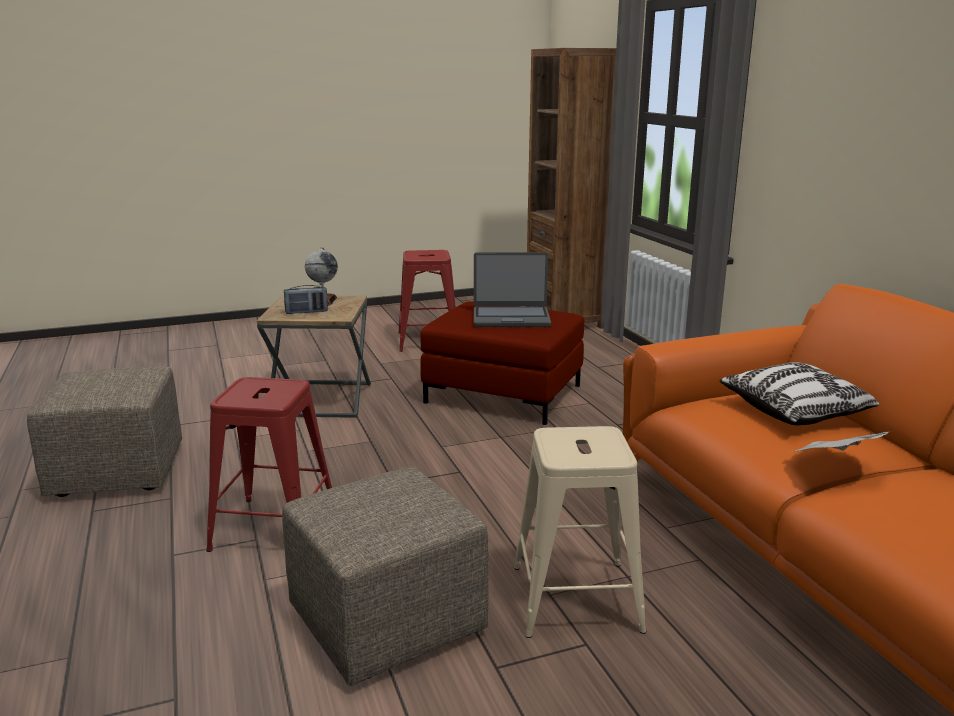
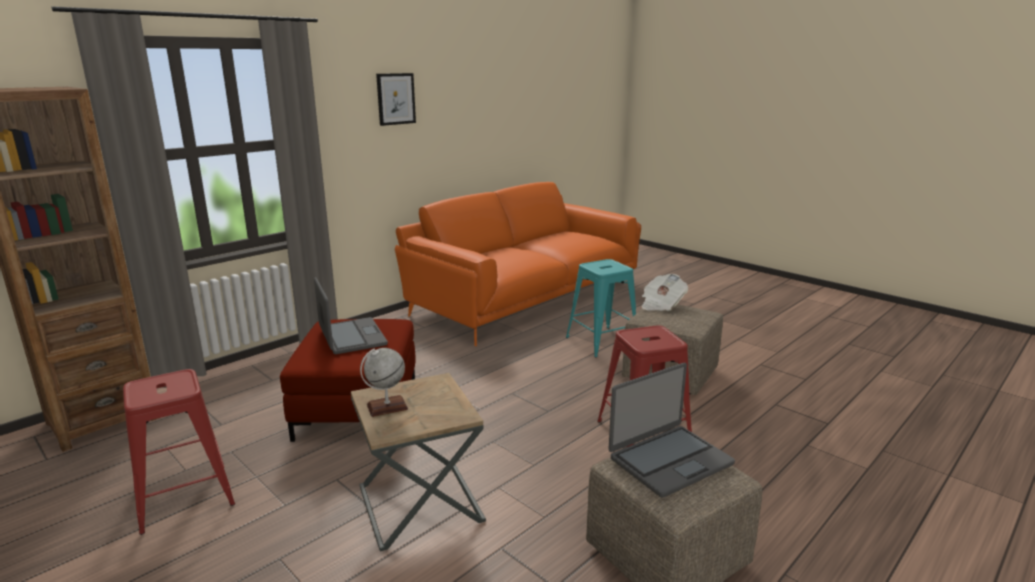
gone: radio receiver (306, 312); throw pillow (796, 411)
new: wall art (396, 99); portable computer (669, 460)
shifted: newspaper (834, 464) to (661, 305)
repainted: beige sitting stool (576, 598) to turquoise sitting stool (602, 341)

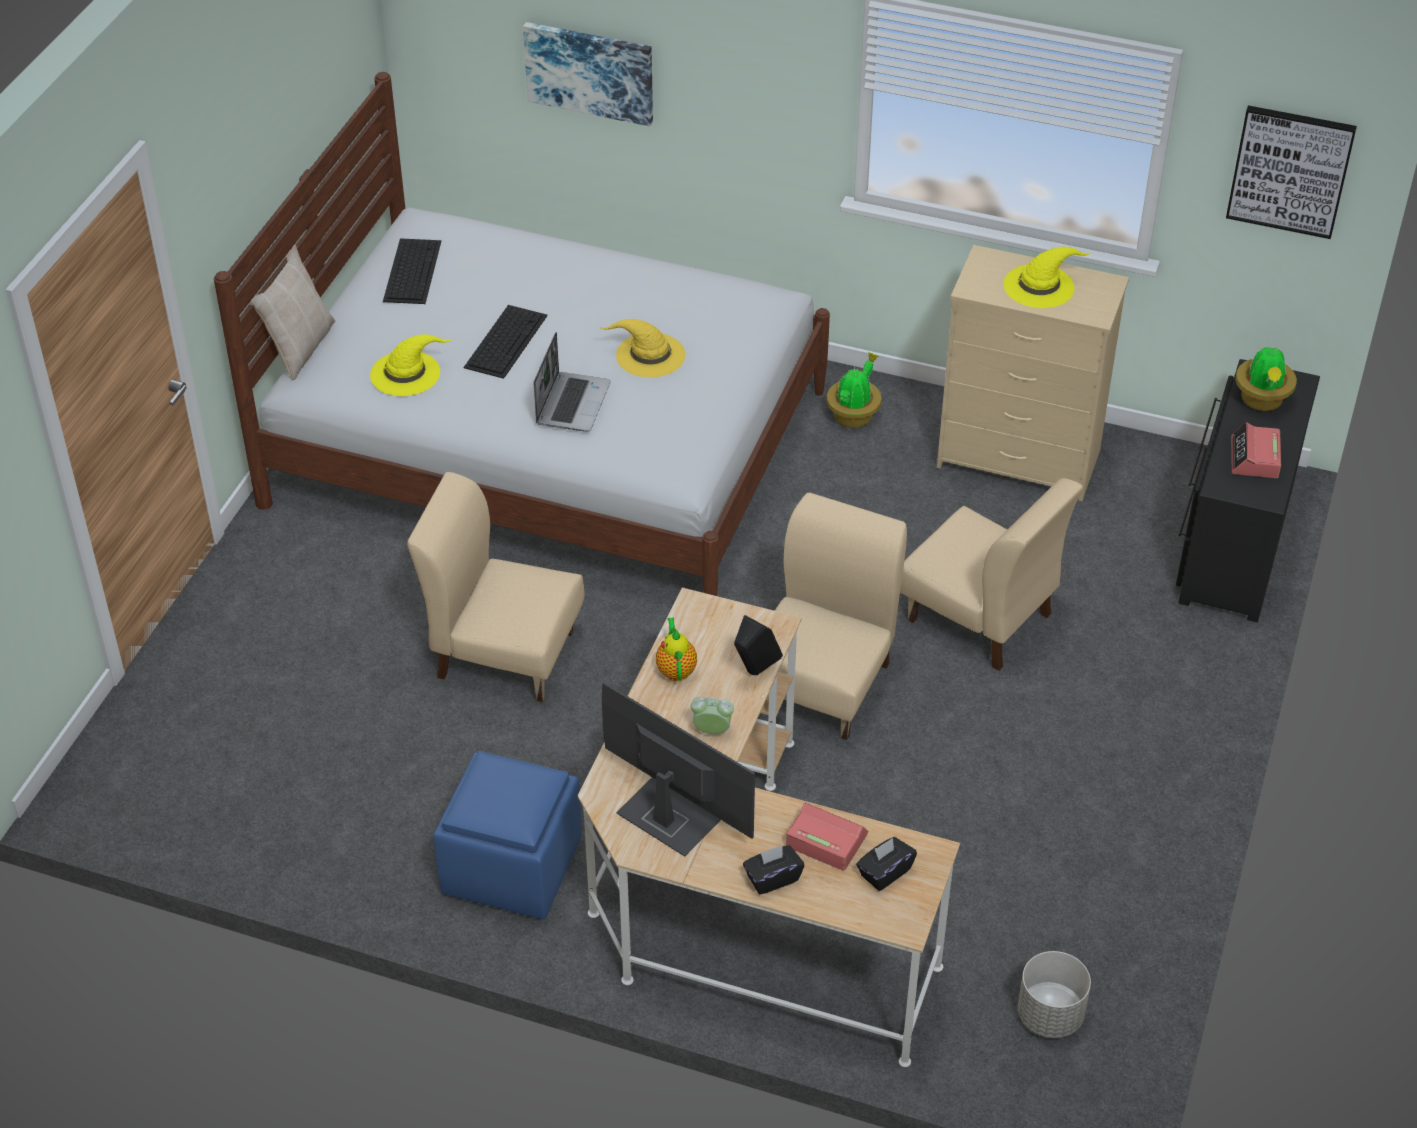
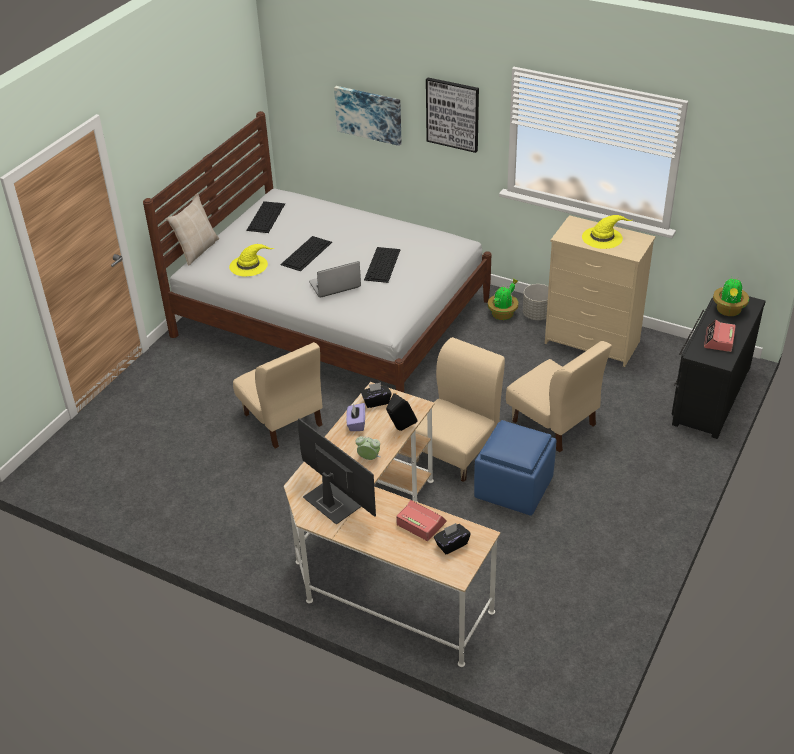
shifted: blue footrest (511, 865) to (513, 487); black tissue holder (772, 878) to (376, 401); grey plant pot (1050, 1016) to (537, 315); wall art (1290, 170) to (453, 114)
swapped: yellow-coloured hat (649, 355) to PC keyboard (382, 265); tea pot (676, 669) to purplish tissue holder (356, 423)
rotated: beige chair (505, 653) = (283, 420) 150 degrees counterclockwise; portable computer (572, 403) = (334, 285) 135 degrees counterclockwise

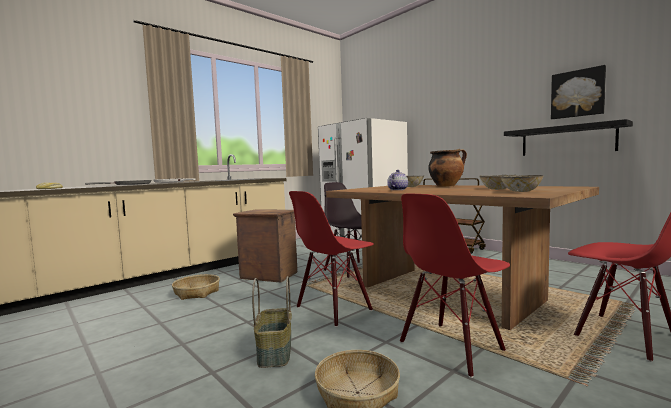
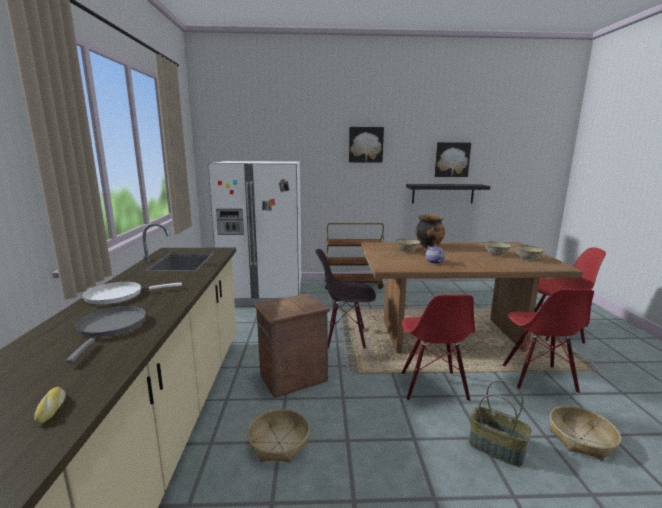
new: wall art (365, 144)

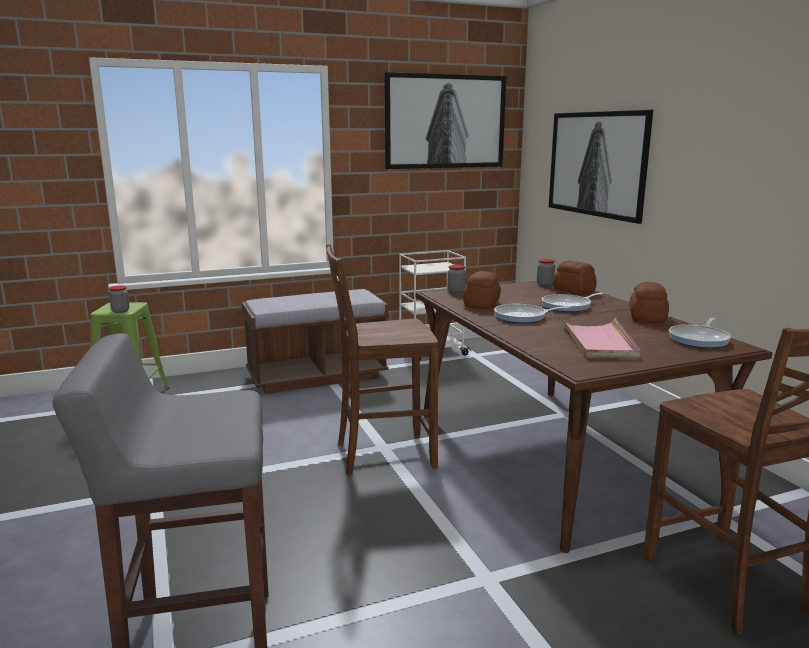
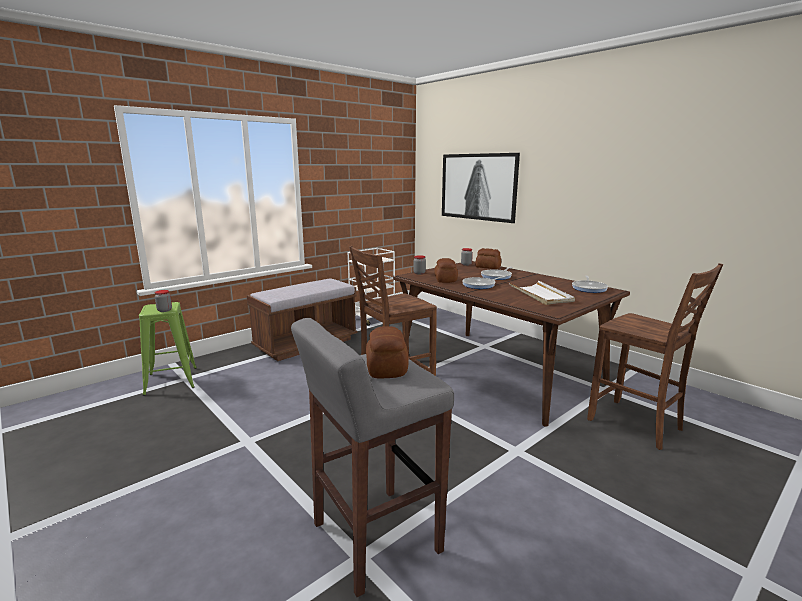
gone: wall art (445, 121)
shifted: baked bread (646, 317) to (386, 368)
repainted: pink serving tray (599, 341) to whitish serving tray (541, 295)

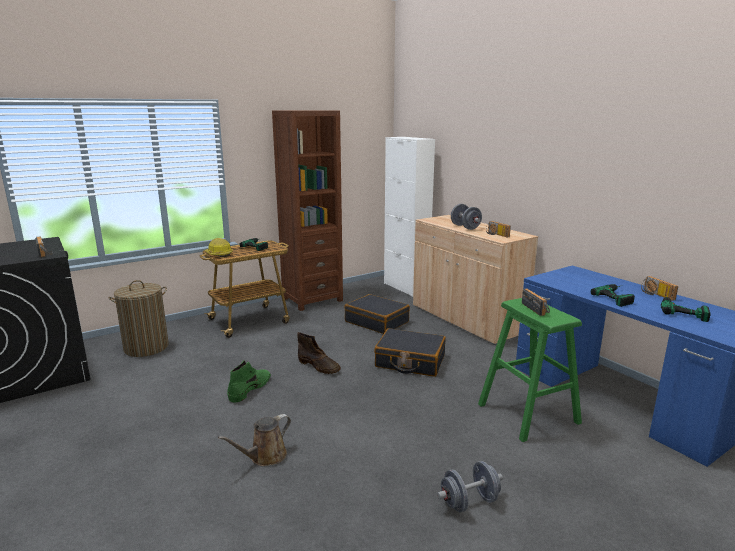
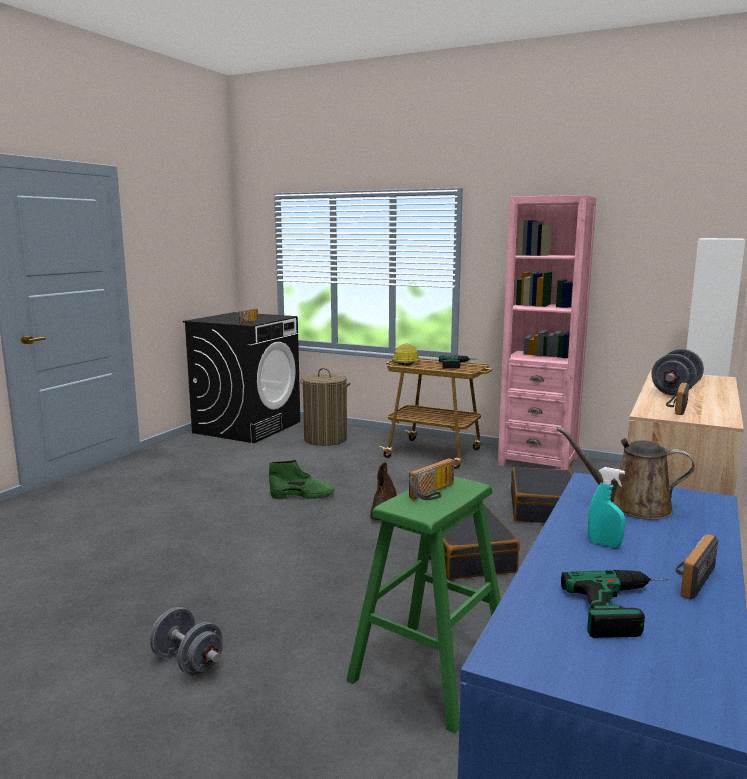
shifted: brownish watering pot (265, 457) to (632, 507)
swapped: power drill (618, 297) to turquoise hand sprayer (604, 544)
repainted: brownish bookshelf (312, 299) to pink bookshelf (538, 461)

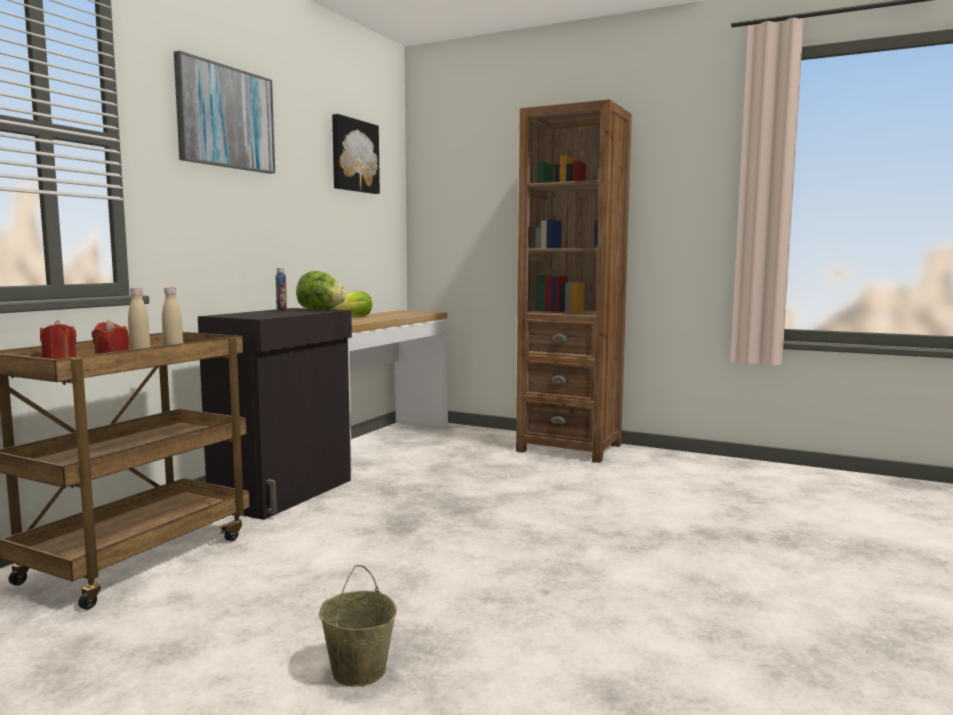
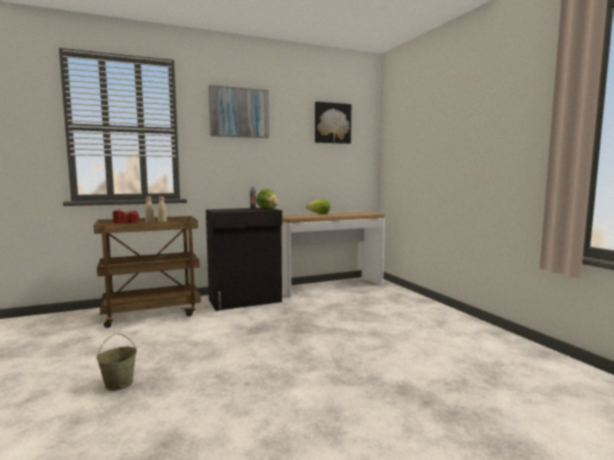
gone: brownish bookshelf (569, 448)

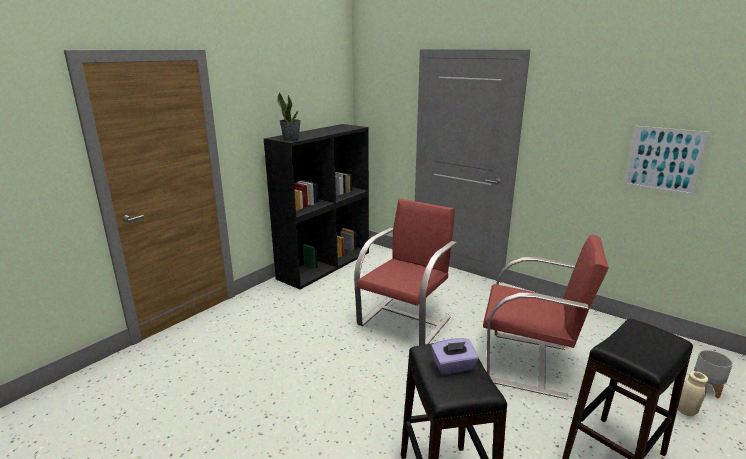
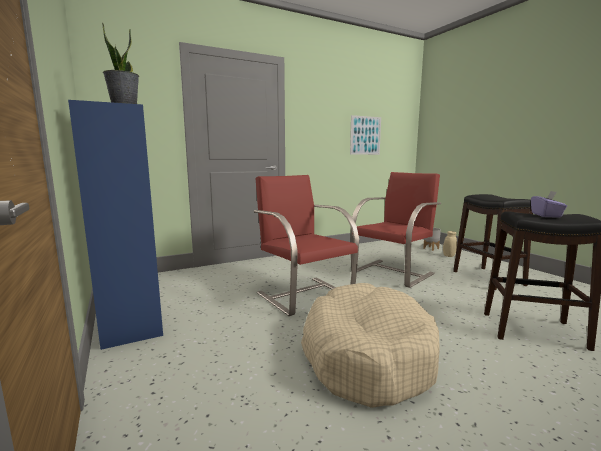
new: beige dog bed (366, 355)
repainted: black bookshelf (325, 264) to blue bookshelf (129, 308)

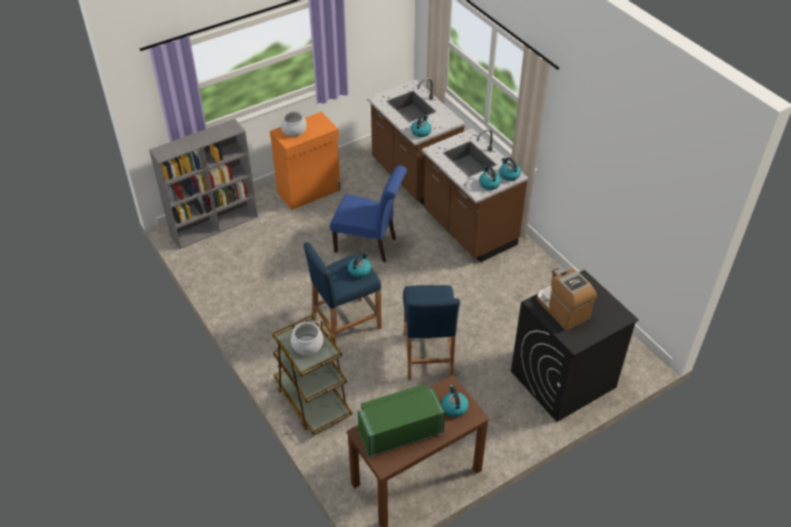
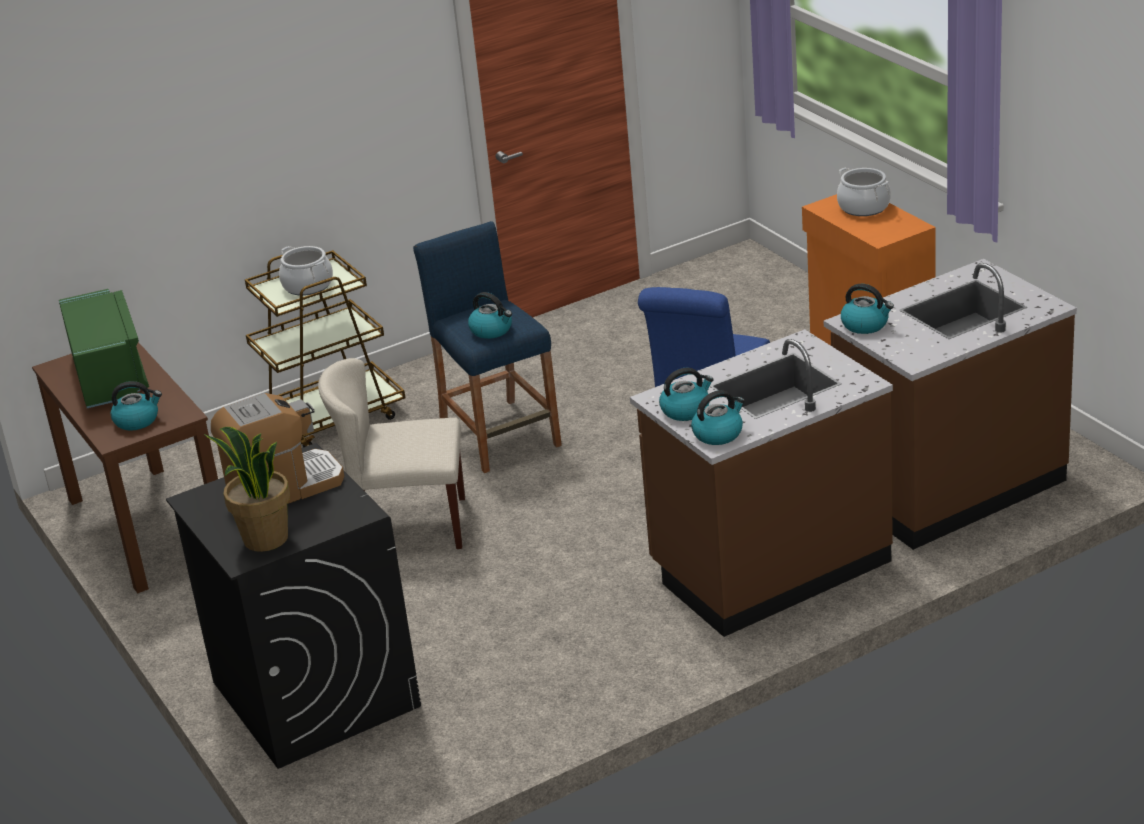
gone: grey bookshelf (215, 225)
new: houseplant (265, 539)
swapped: blue sitting stool (428, 355) to beige chair (408, 527)

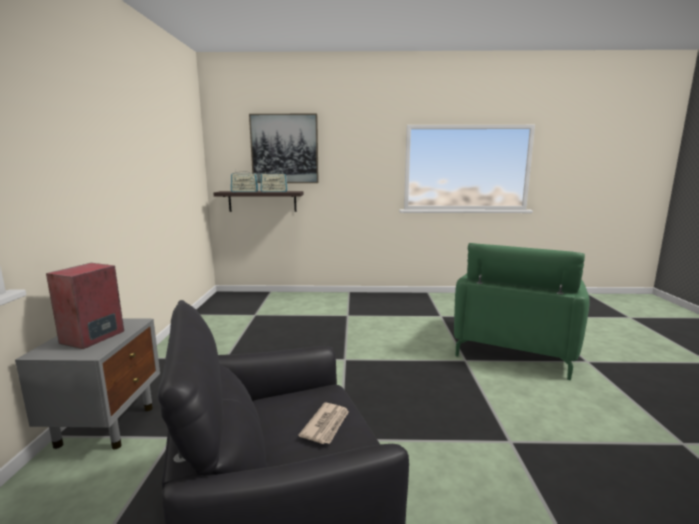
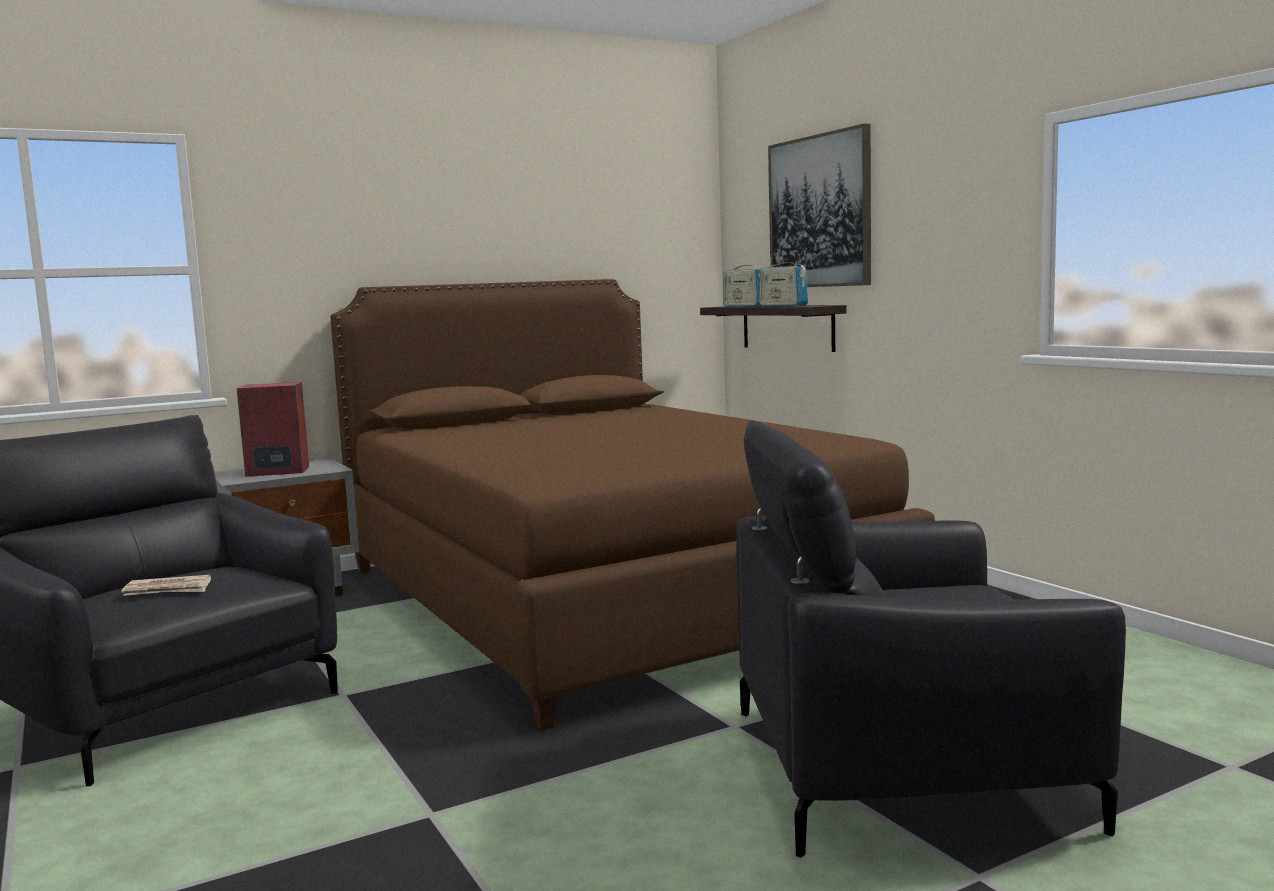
new: brownish sleeping bed (603, 597)
repainted: green easy chair (514, 347) to black easy chair (903, 766)

